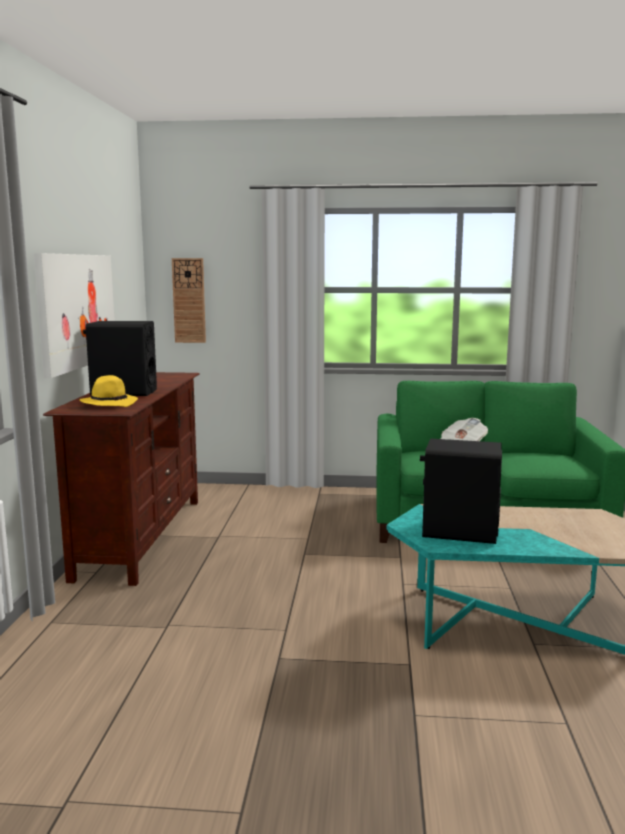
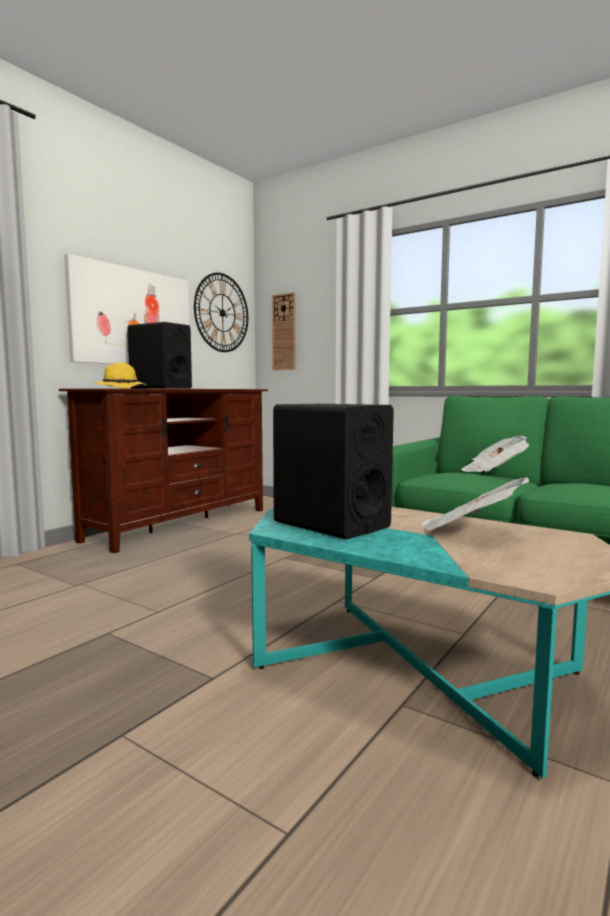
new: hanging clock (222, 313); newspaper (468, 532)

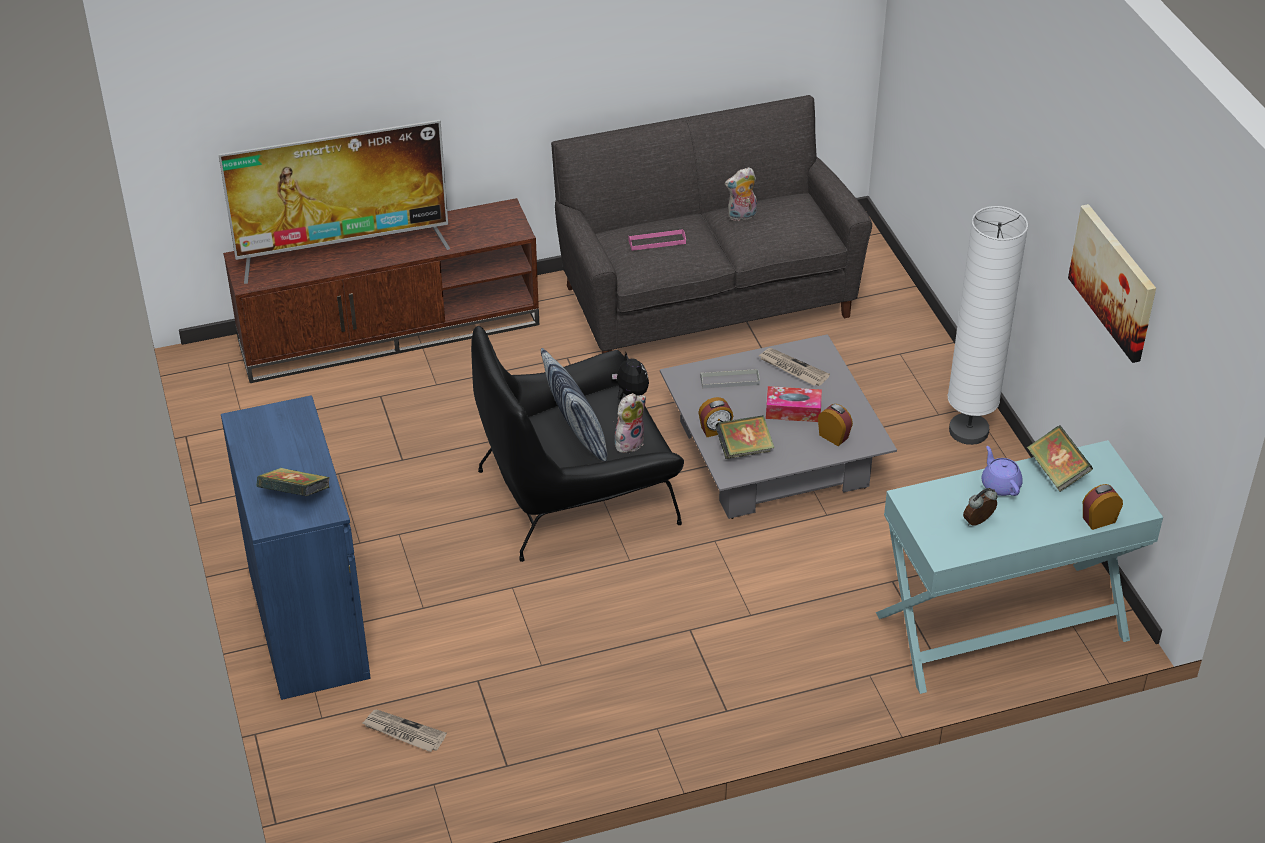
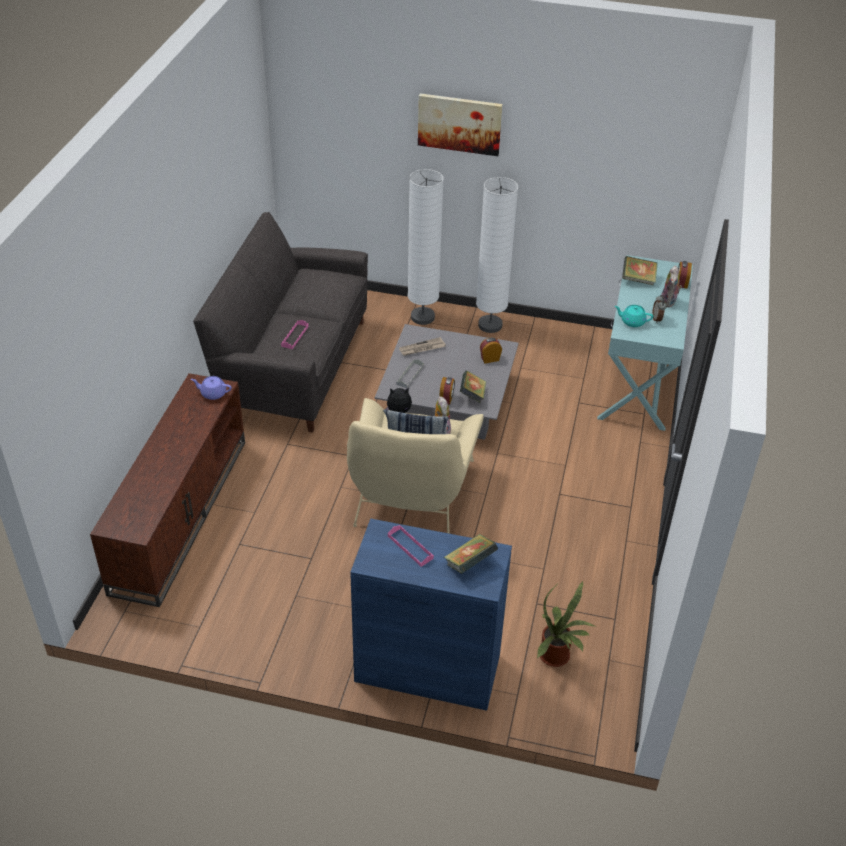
gone: television (344, 250); tissue holder (793, 411)
new: pink serving tray (410, 547); whitish floor lamp (422, 317); turquoise tea pot (632, 322)
shifted: cuddly toy (741, 216) to (669, 302); purplish tea pot (1000, 485) to (213, 393); wall art (1114, 281) to (459, 123)
swapped: newspaper (403, 732) to houseplant (557, 657)
repainted: black easy chair (576, 494) to beige easy chair (412, 492)

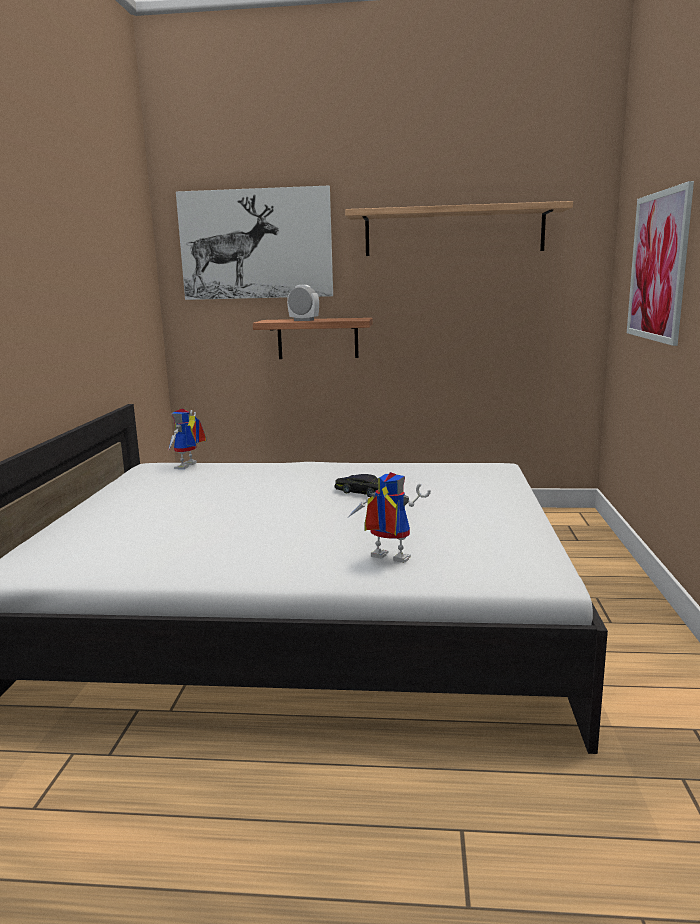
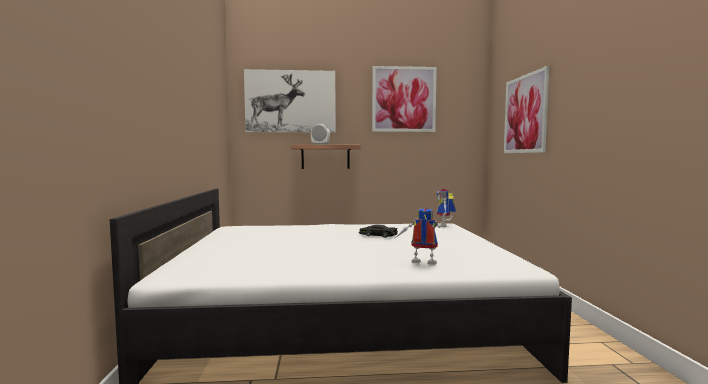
shifted: toy robot (188, 467) to (445, 226)
swapped: bracket shelf (454, 231) to wall art (404, 99)

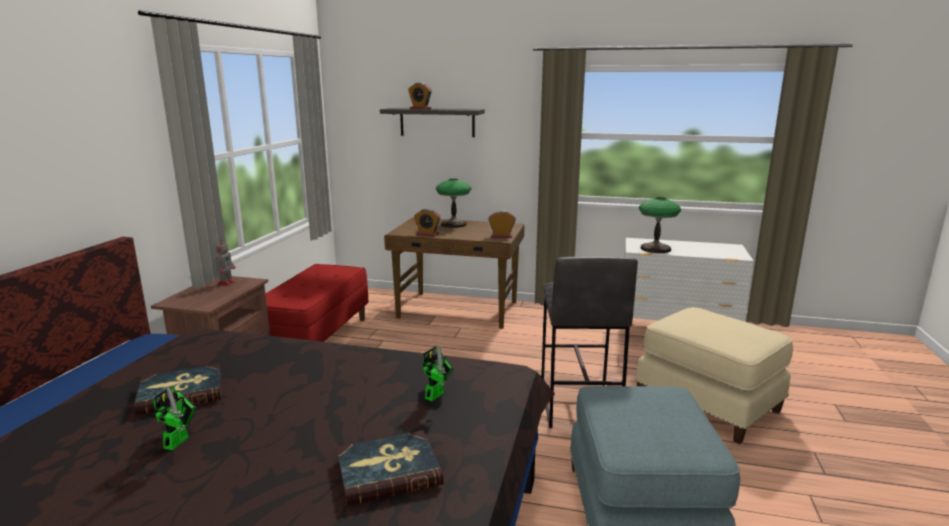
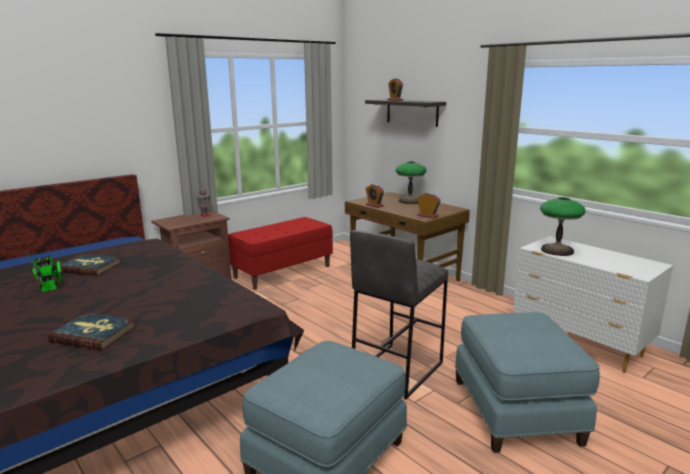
gone: toy robot (436, 394)
repainted: beige footrest (708, 403) to blue footrest (517, 410)

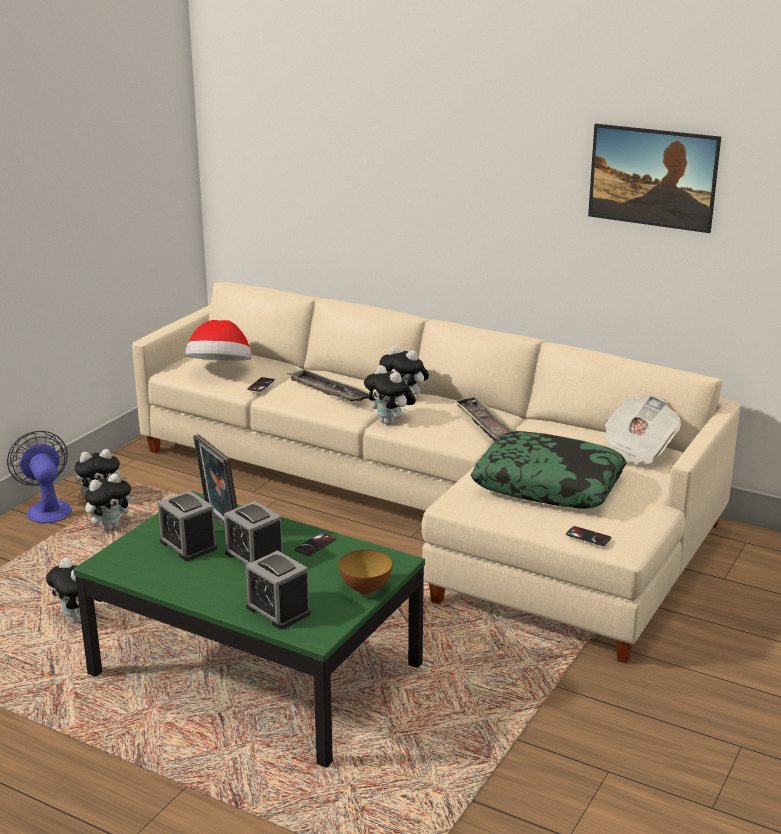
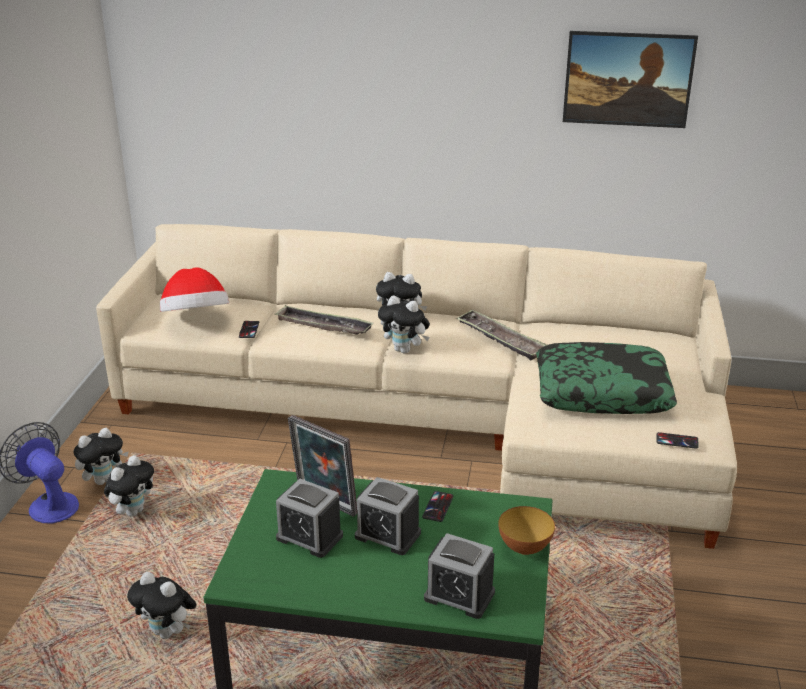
gone: newspaper (635, 450)

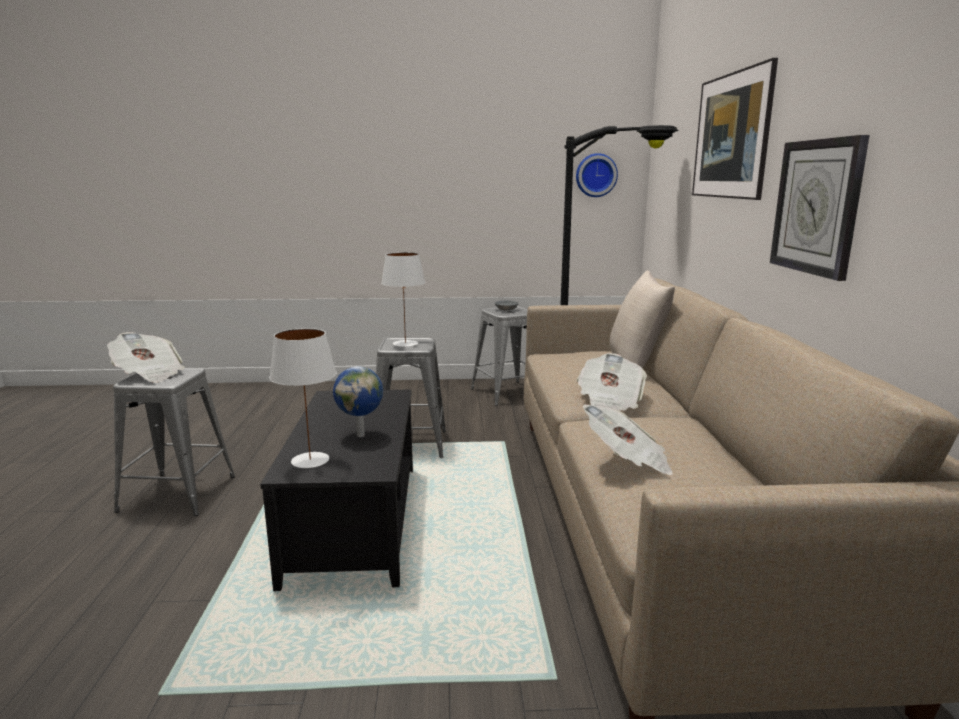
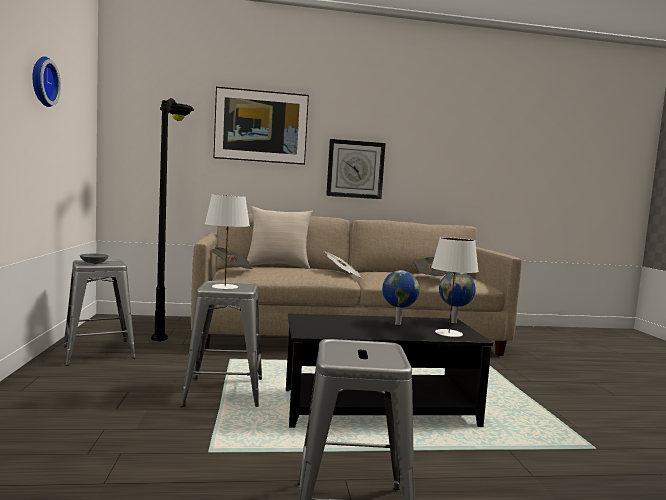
new: desk globe (454, 322)
shifted: newspaper (149, 374) to (232, 270); hanging clock (595, 175) to (41, 81)

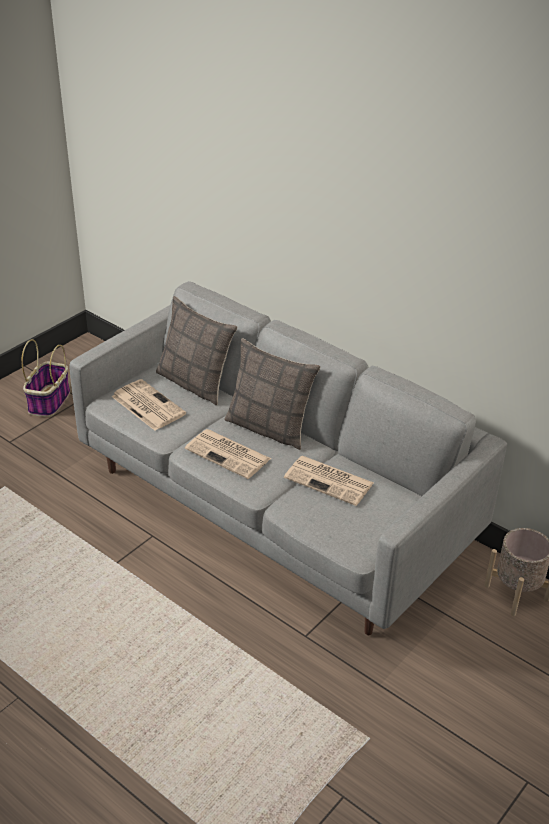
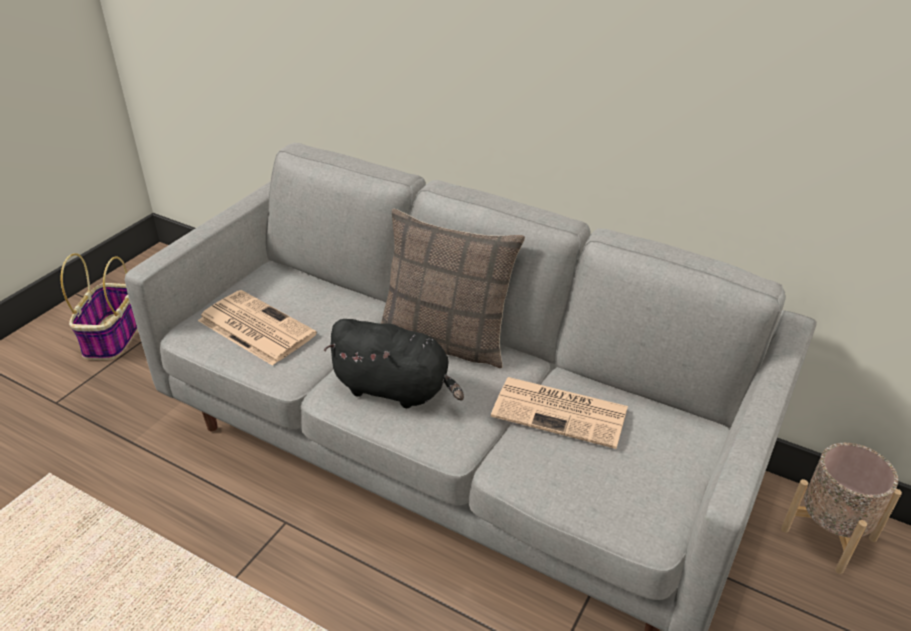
gone: throw pillow (195, 383)
swapped: newspaper (229, 454) to black cuddly toy (395, 389)

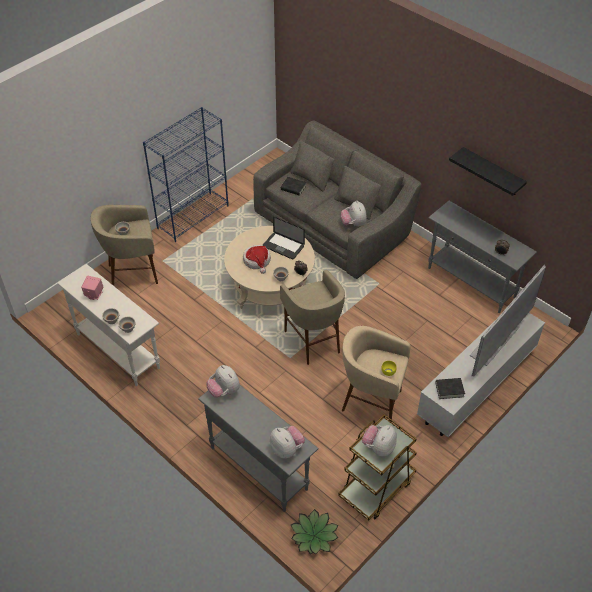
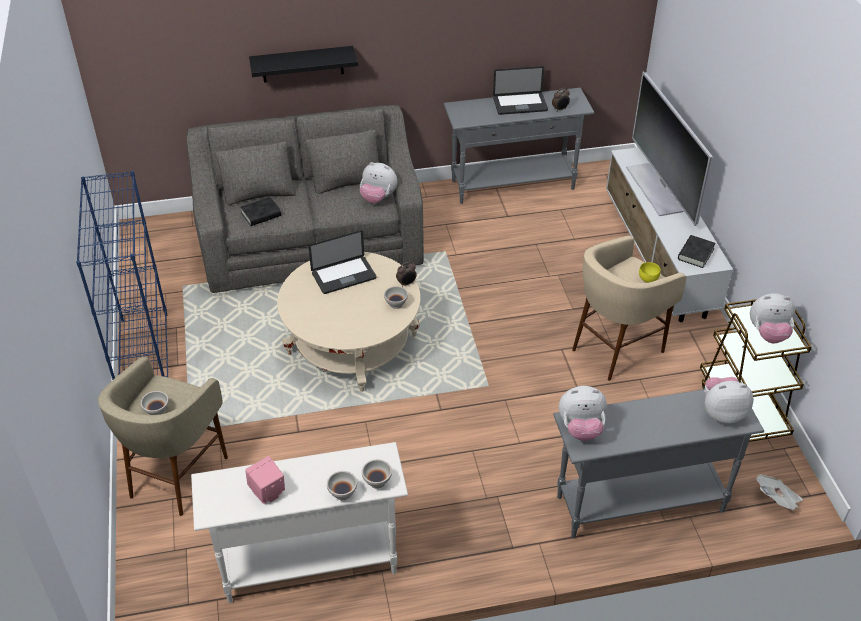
gone: hat (257, 261); beige sitting stool (313, 341)
new: portable computer (520, 104)
shifted: black bracket shelf (492, 172) to (302, 64)
swapped: houseplant (314, 536) to newspaper (777, 500)
rotated: cuddly toy (379, 447) = (768, 334) 60 degrees counterclockwise

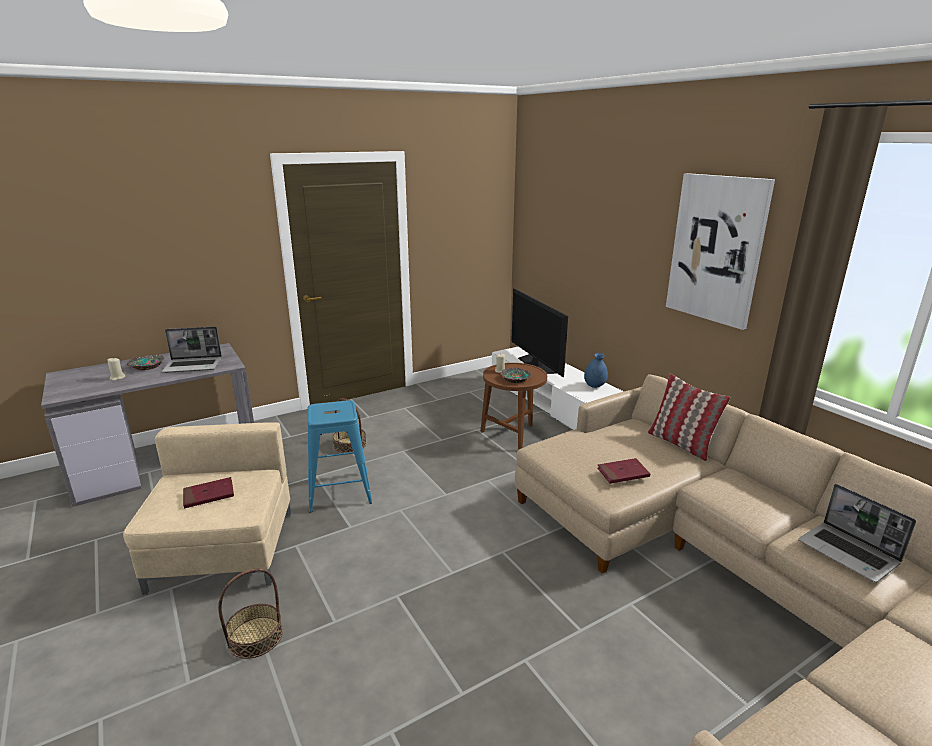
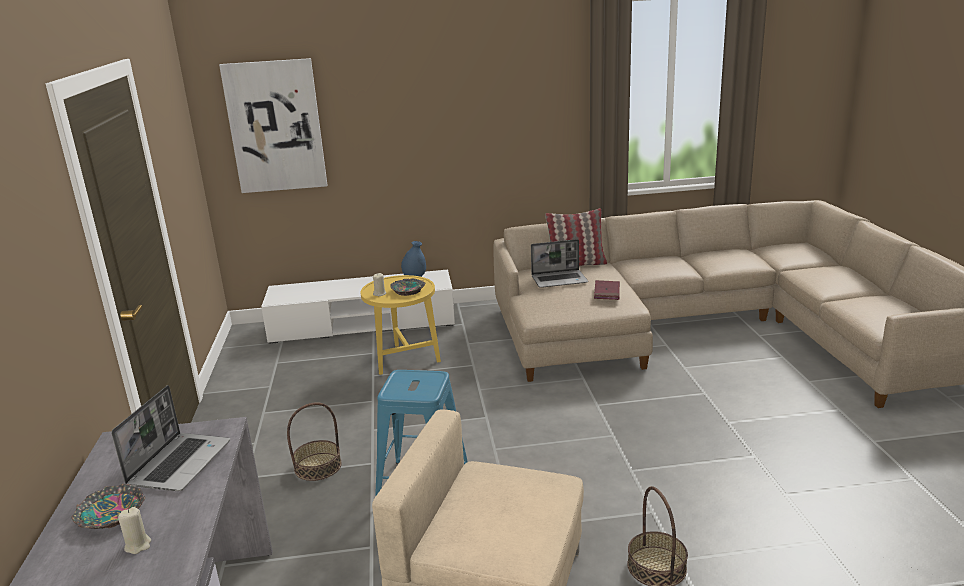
gone: red book (209, 495); television (536, 364)
shifted: wall art (716, 249) to (275, 126); portable computer (849, 553) to (560, 280)
repainted: brownish end table (512, 434) to yellow-coloured end table (404, 358)

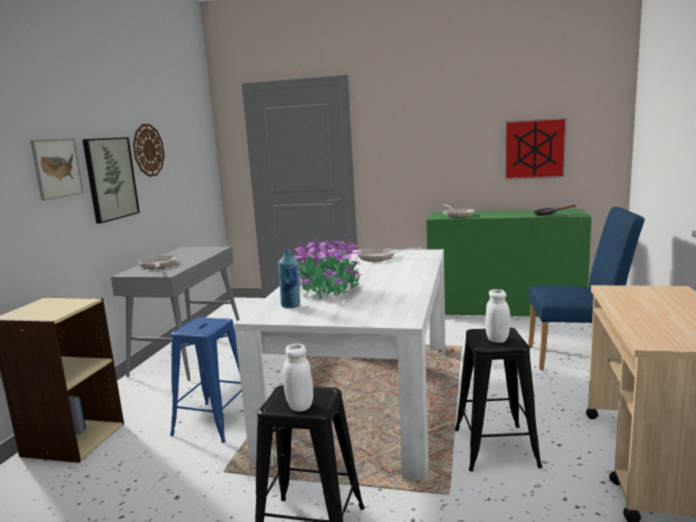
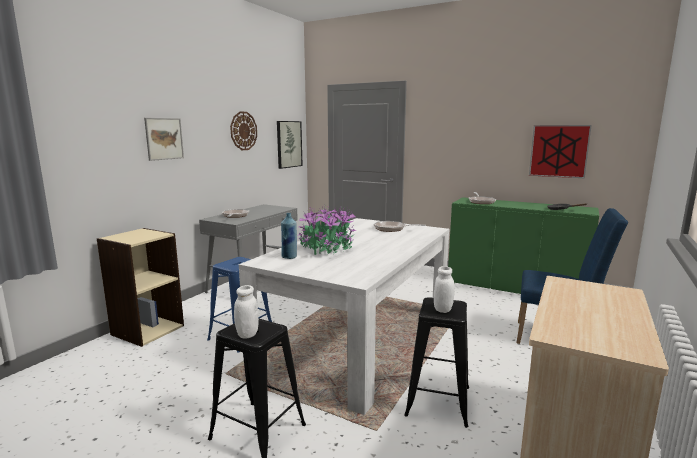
shifted: wall art (110, 178) to (288, 144)

